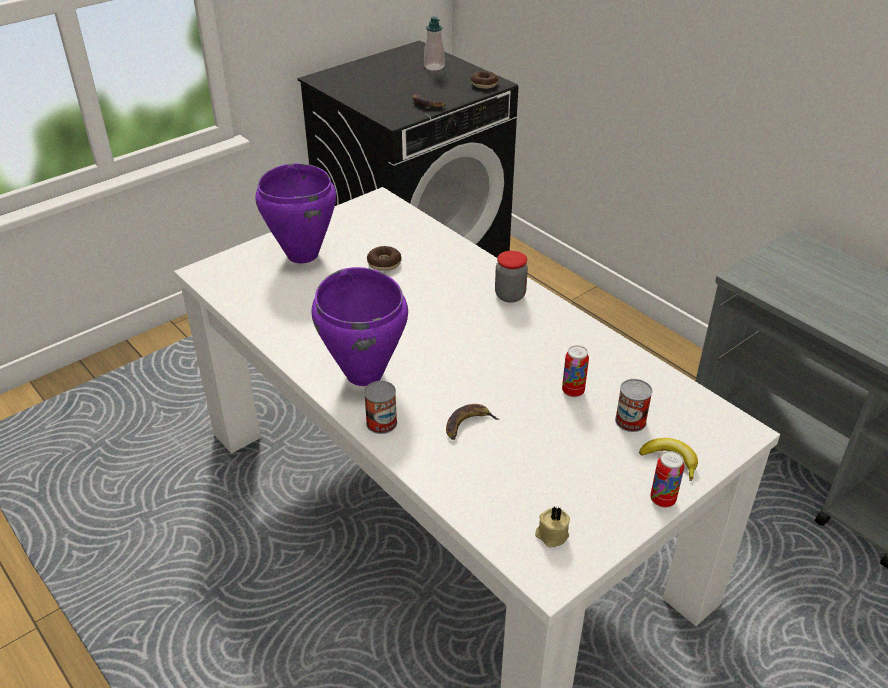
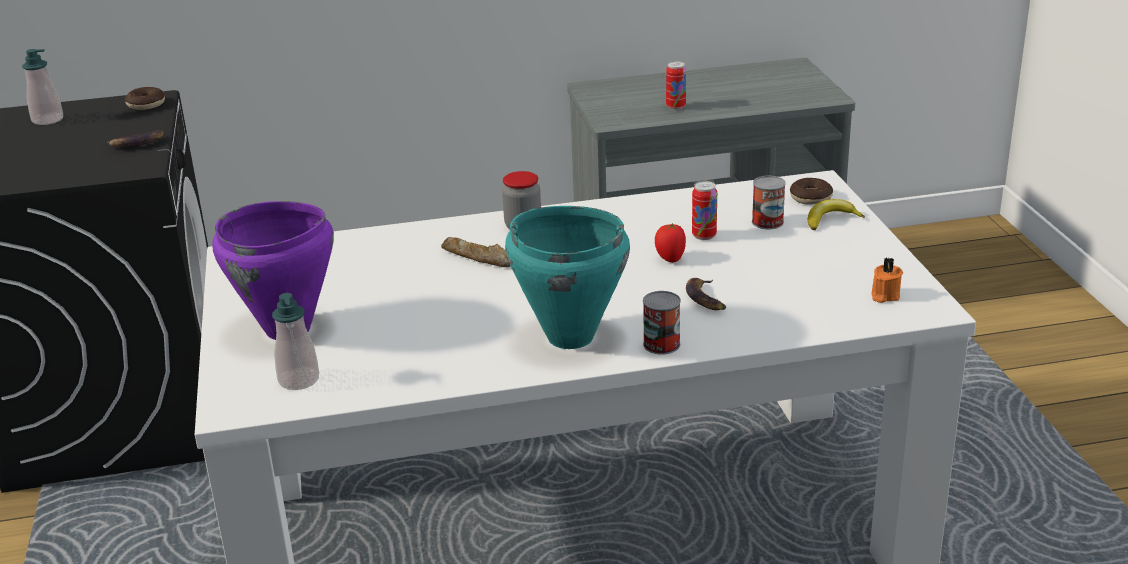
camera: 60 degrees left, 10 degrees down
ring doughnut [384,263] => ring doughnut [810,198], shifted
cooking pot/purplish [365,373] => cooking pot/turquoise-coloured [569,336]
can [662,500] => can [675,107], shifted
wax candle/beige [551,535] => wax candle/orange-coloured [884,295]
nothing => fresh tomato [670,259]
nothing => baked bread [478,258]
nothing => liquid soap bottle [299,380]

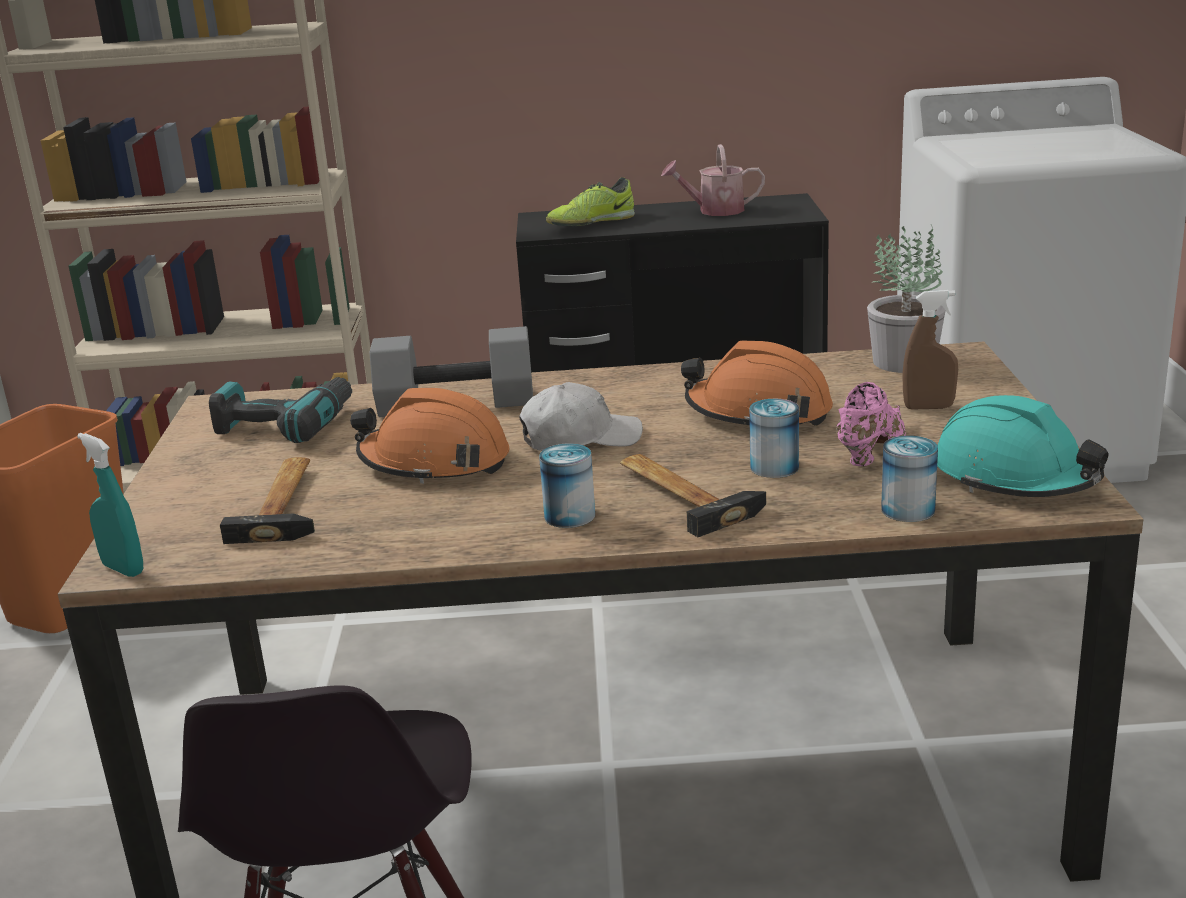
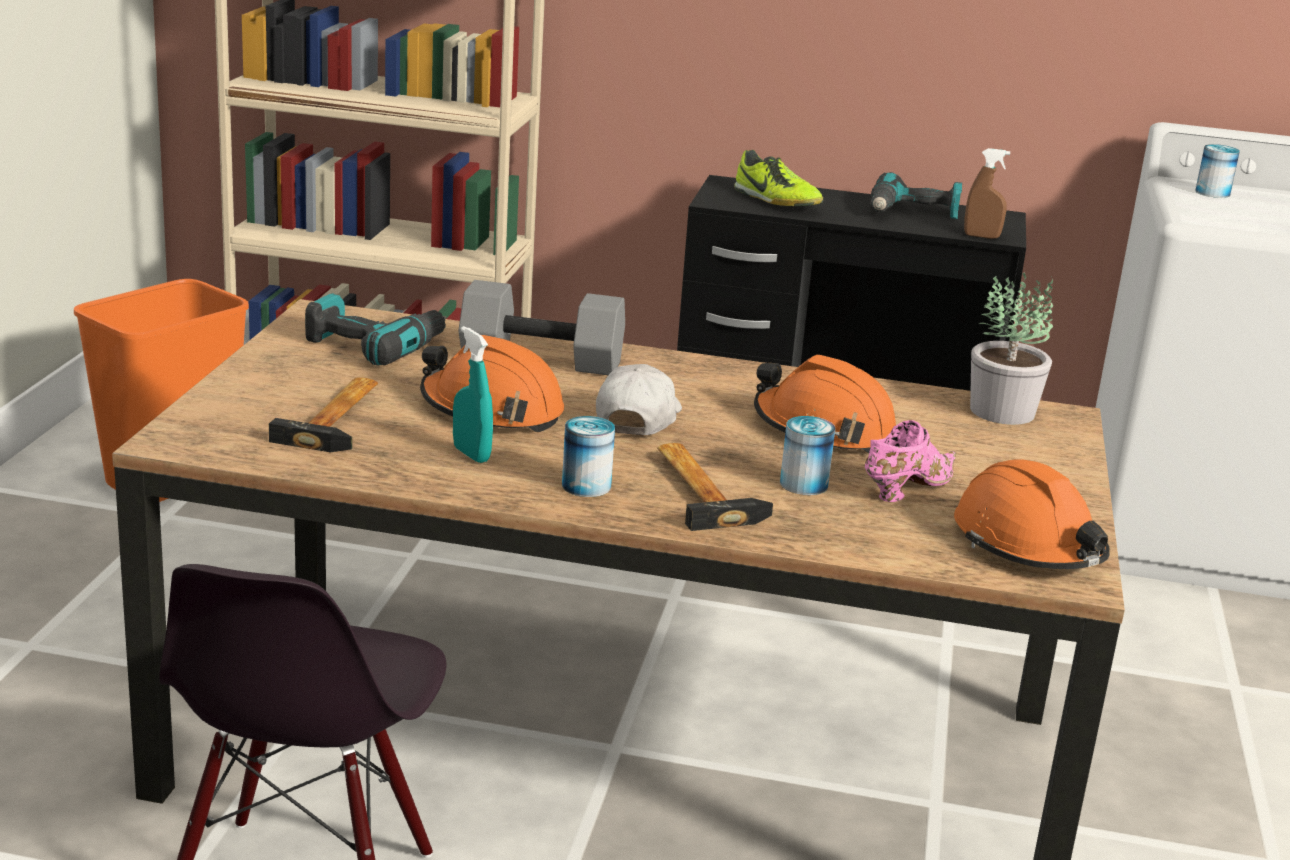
camera: 10 degrees right, 0 degrees up
watering can [714,211] => drill [913,213]
item of footwear [590,223] => item of footwear [776,201], 105 degrees counterclockwise
spray bottle/brown [928,407] => spray bottle/brown [981,236], shifted
baseball cap/white-coloured [580,438] => baseball cap/white-coloured [638,417], 75 degrees counterclockwise
hard hat/turquoise-coloured [1015,477] => hard hat/orange-coloured [1028,545]
spray bottle/turquoise-coloured [123,569] => spray bottle/turquoise-coloured [471,454], shifted
can [908,510] => can [1212,192], shifted

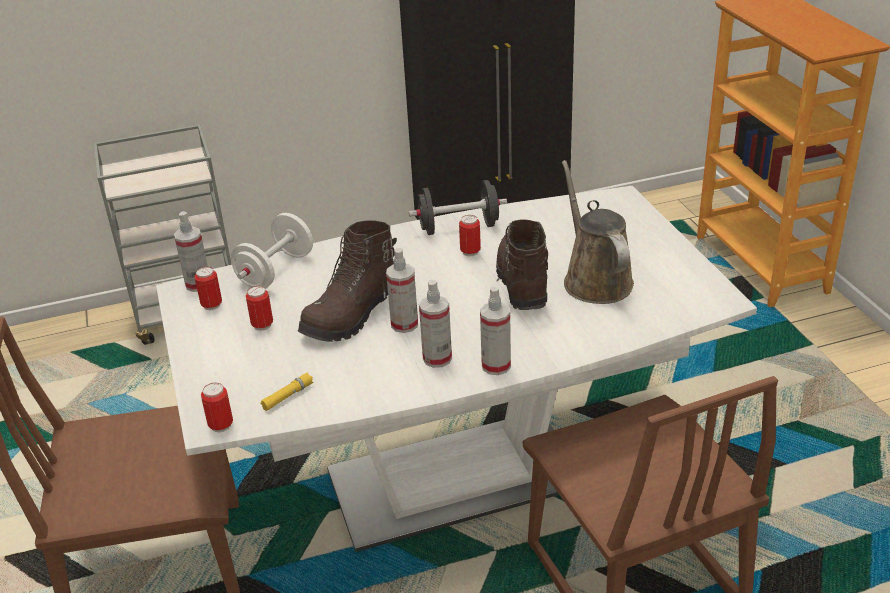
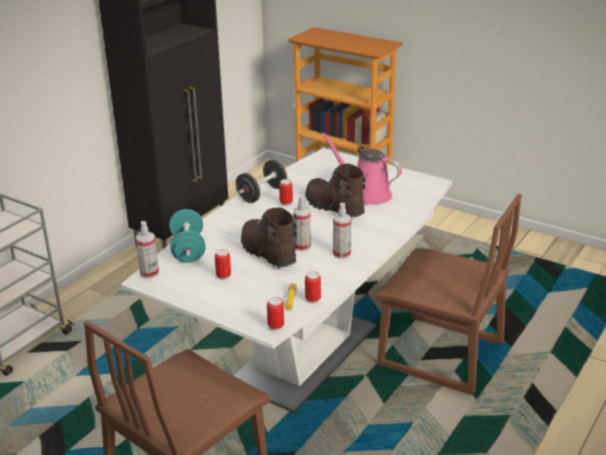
camera: 40 degrees left, 5 degrees down
watering can/brown [594,279] => watering can/pink-coloured [366,194]
free weight/white-coloured [276,271] => free weight/turquoise-coloured [188,250]
high-top boot/brown [352,315] => high-top boot/brown [267,253], 150 degrees clockwise
can [212,305] => can [313,299], shifted
spray bottle [496,366] => nothing

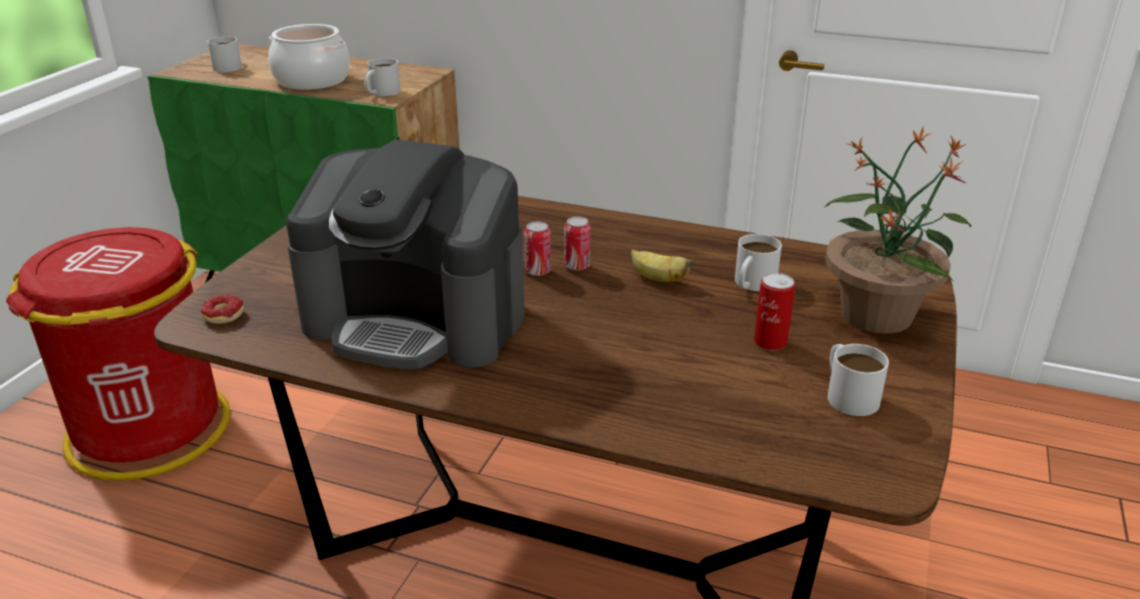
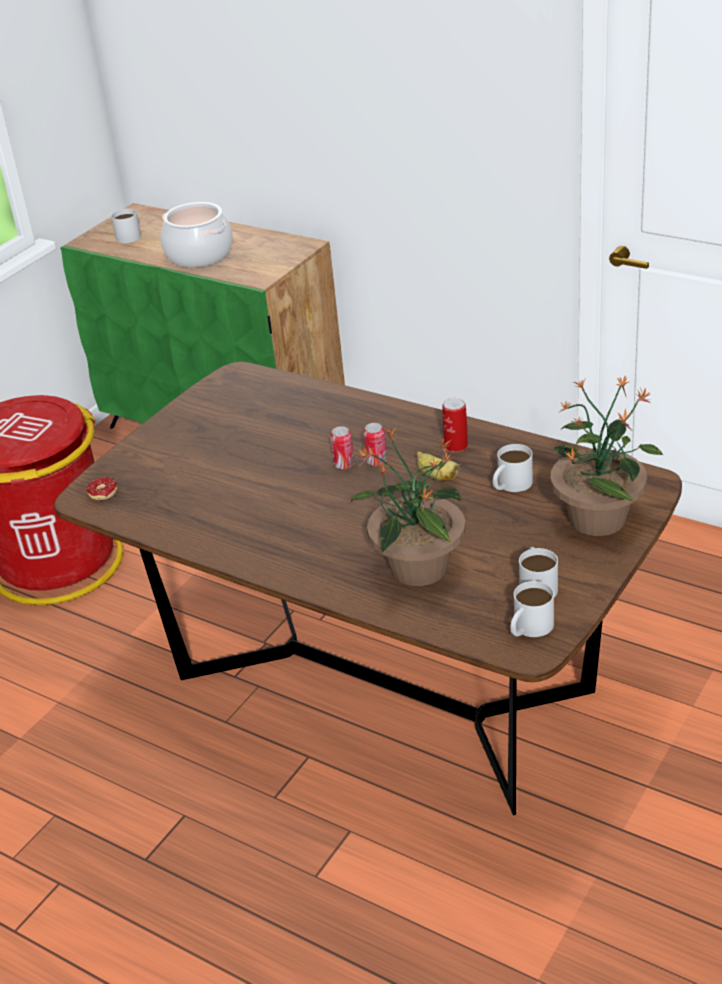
camera: 15 degrees right, 5 degrees up
mug/white-coloured [381,93] => mug/white-coloured [529,628], shifted
coffee maker [417,319] => nothing
can [770,342] => can [456,446], shifted
nothing => houseplant [418,569]

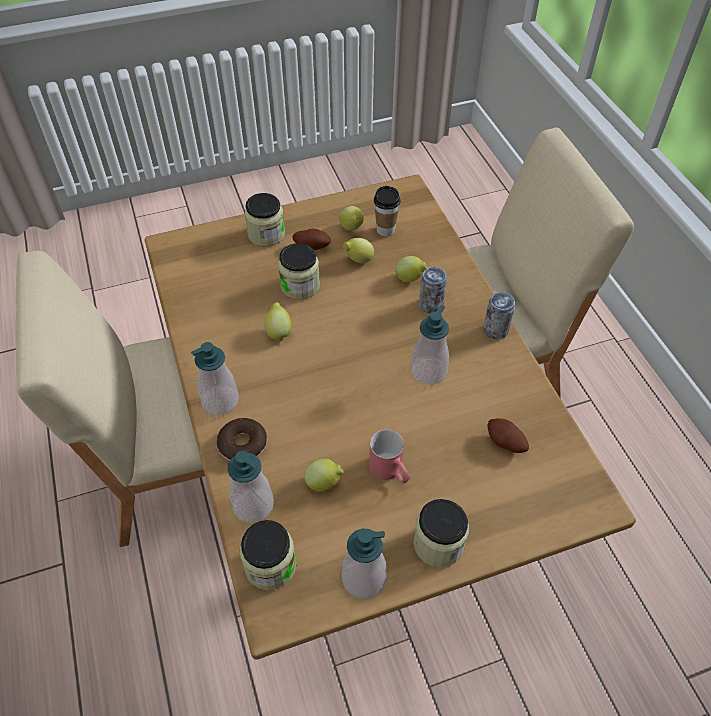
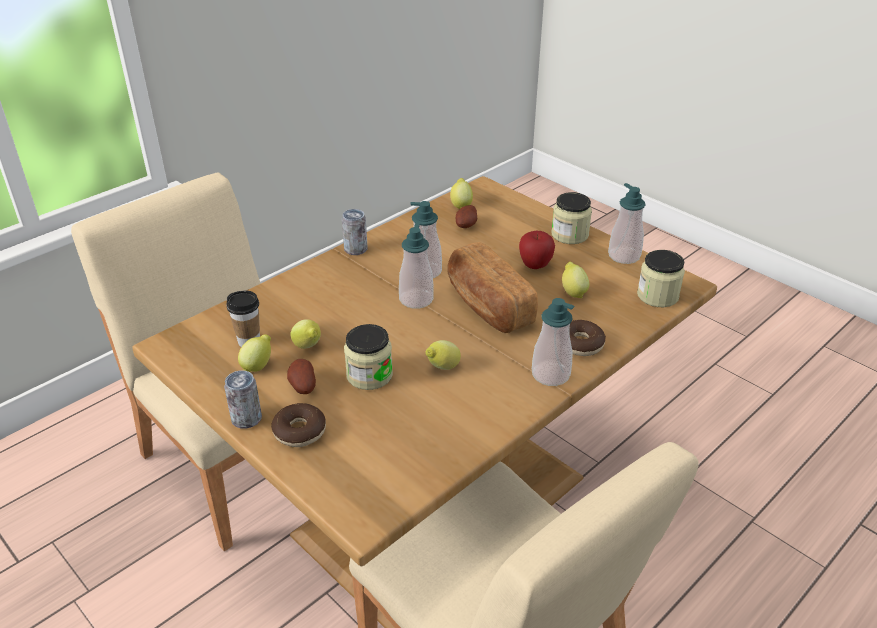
camera: 115 degrees left, 15 degrees down
storage jar [266,234] => ring doughnut [299,431]
citrus fruit [410,279] => citrus fruit [461,205], shifted
can [431,305] => can [246,419], shifted
mug/reddish [390,472] => apple [535,266]
liquid soap bottle [253,505] => liquid soap bottle [416,299], shifted
nothing => baked bread [487,305]

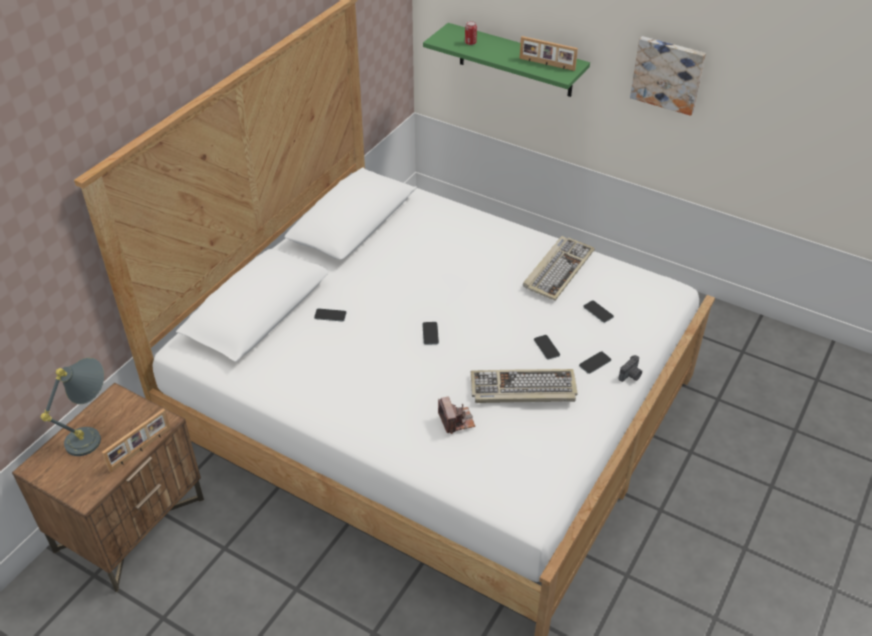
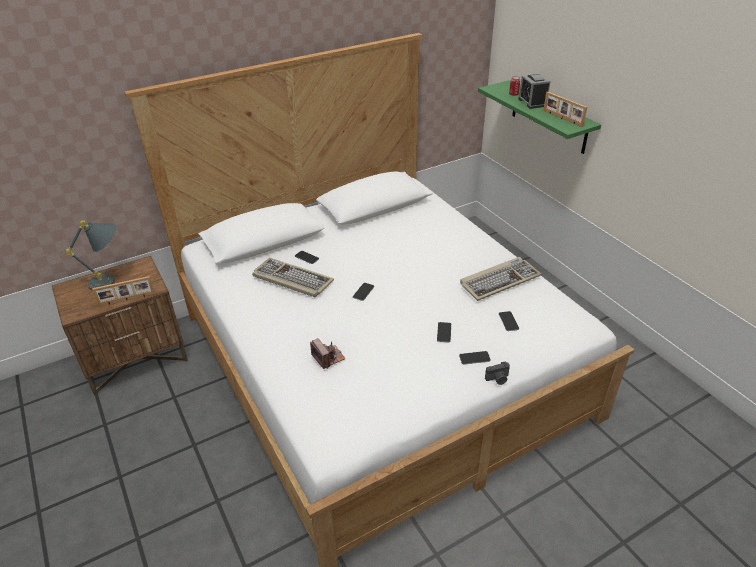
camera: 30 degrees right, 5 degrees down
wall art [668,74] => nothing
computer keyboard [522,389] => computer keyboard [291,280], shifted
still camera [456,420] => still camera [328,357], 45 degrees counterclockwise
nothing => table clock [532,102]

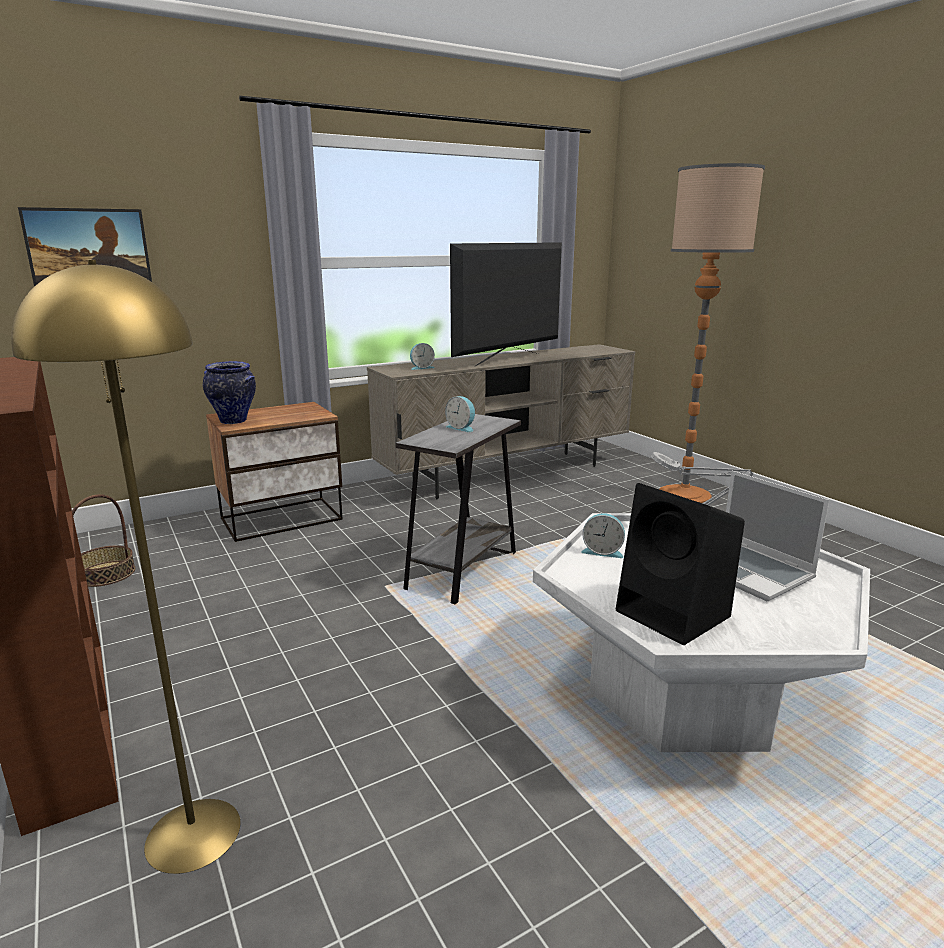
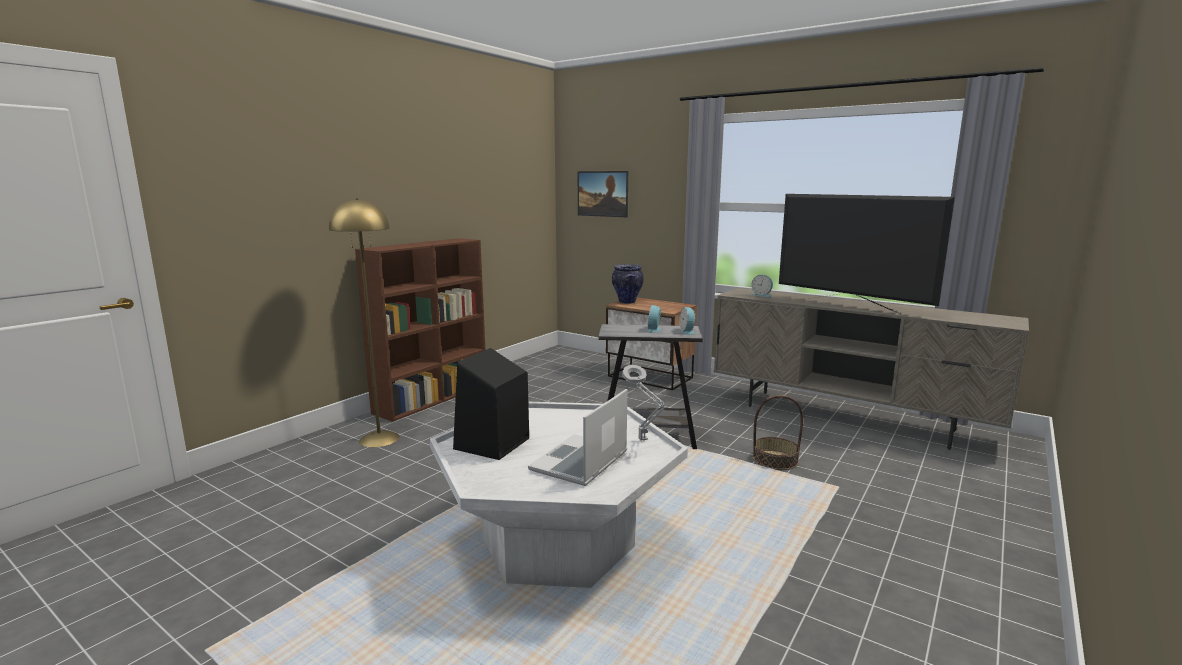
camera: 65 degrees right, 5 degrees down
standing lamp [684,495] => nothing
TV set [509,360] => TV set [850,306], 150 degrees counterclockwise
storage basket [106,574] => storage basket [775,460], shifted
table clock [602,551] => table clock [687,331], shifted

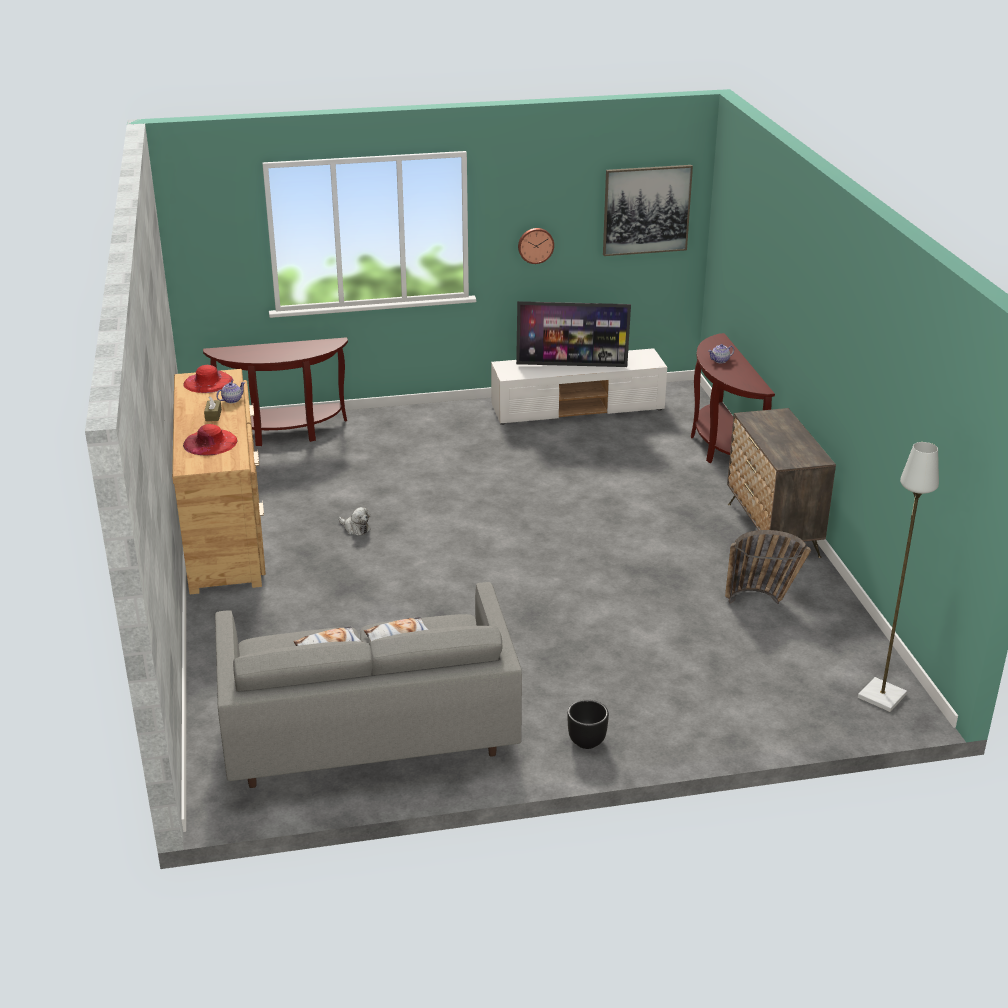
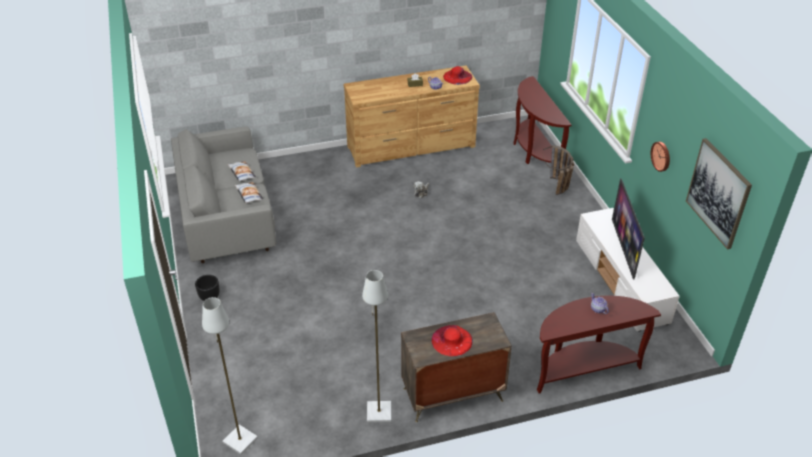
camera: 85 degrees right, 10 degrees up
hat/reddish [210,442] => hat/reddish [452,340], shifted
storage basket [763,599] => storage basket [558,190], shifted
nothing => standing lamp/gray [378,413]

